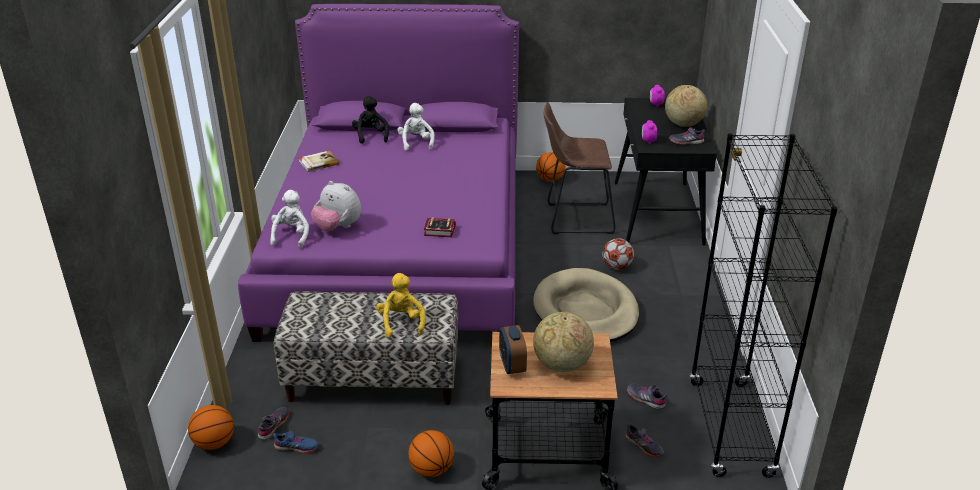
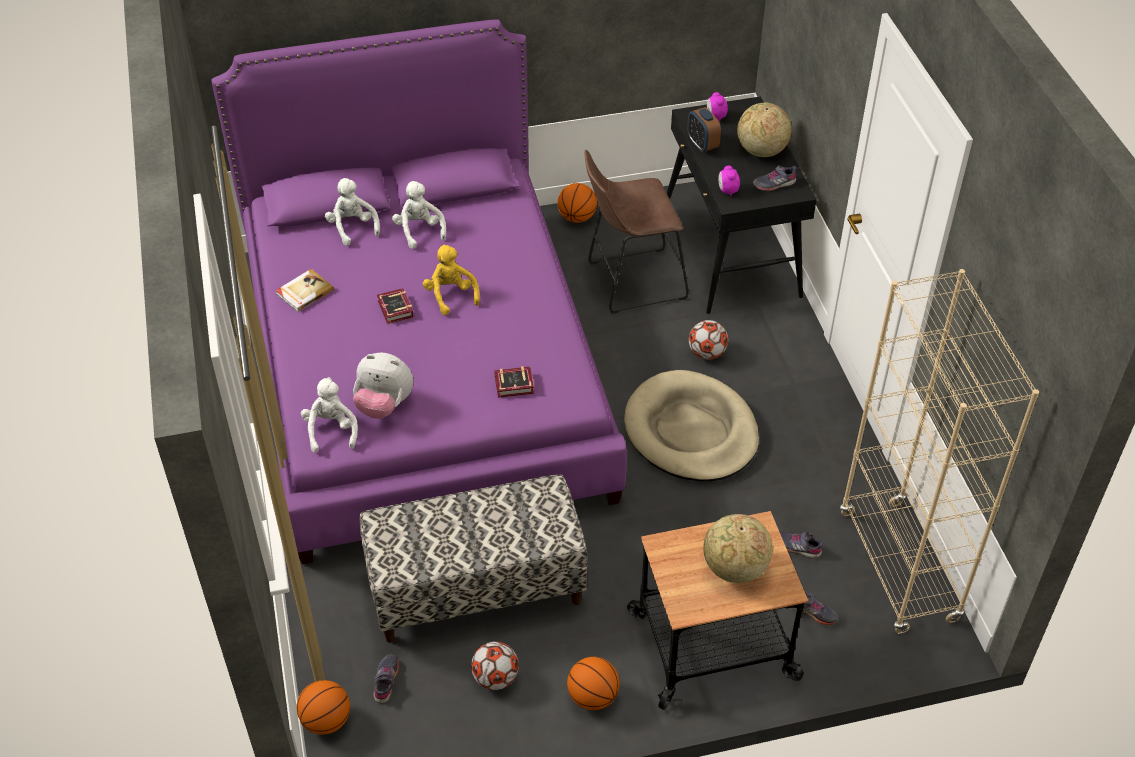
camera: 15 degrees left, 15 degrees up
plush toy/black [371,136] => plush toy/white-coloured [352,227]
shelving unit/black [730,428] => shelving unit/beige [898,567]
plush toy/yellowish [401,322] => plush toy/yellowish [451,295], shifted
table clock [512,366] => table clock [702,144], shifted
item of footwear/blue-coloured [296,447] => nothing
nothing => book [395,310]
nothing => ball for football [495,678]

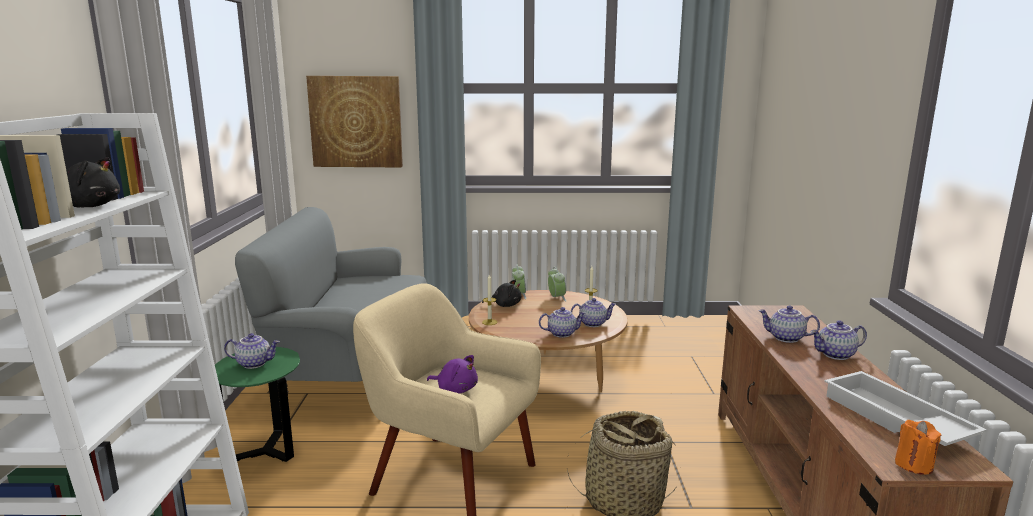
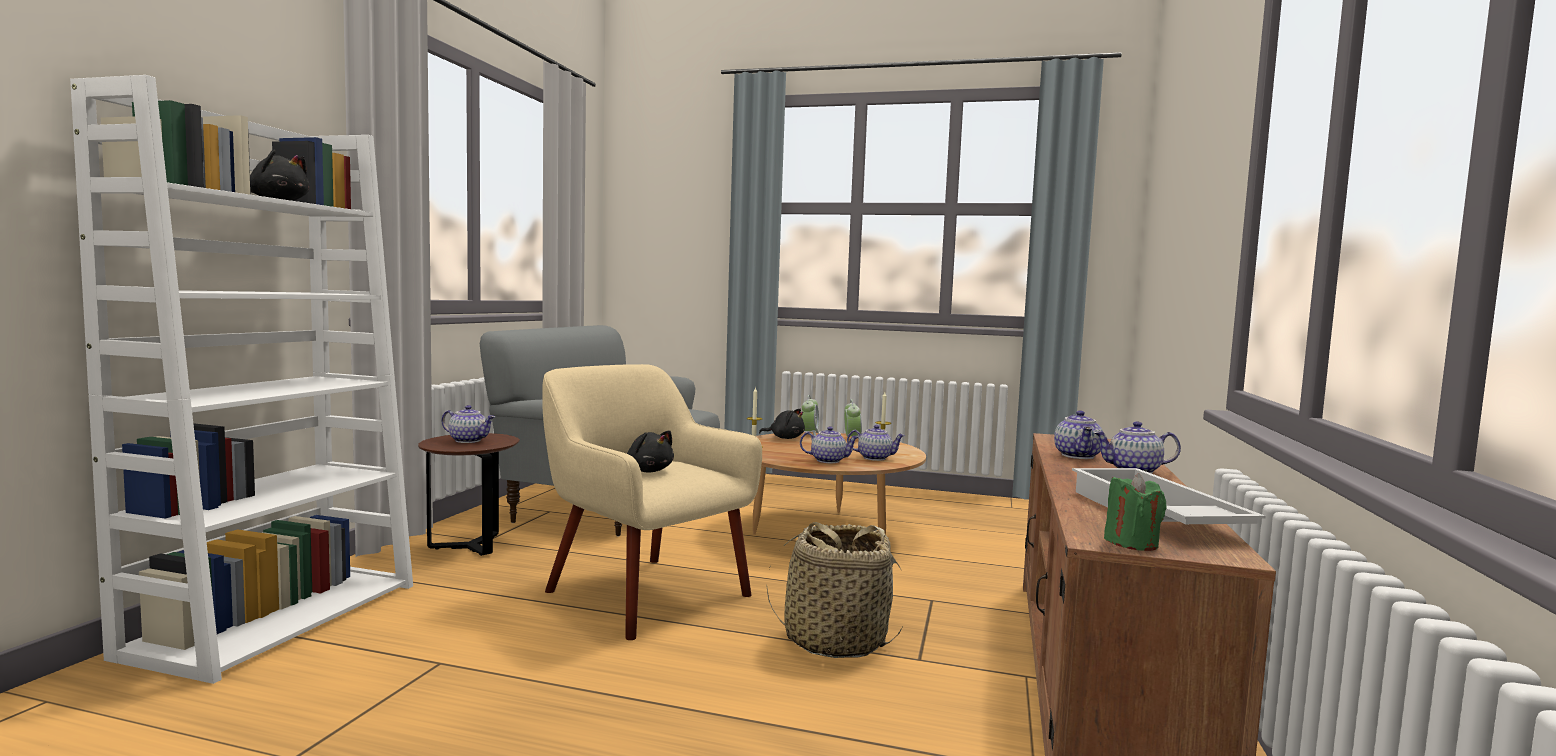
camera: 15 degrees right, 10 degrees down
wall art [356,122] => nothing
teapot [785,338] => teapot [1079,456], 120 degrees counterclockwise
side table/green-coloured [266,451] => side table/brown [470,546]
plush toy/purplish [455,389] => plush toy/black [647,471]
wax candle/orange-coloured [913,465] => wax candle/green-coloured [1131,543]

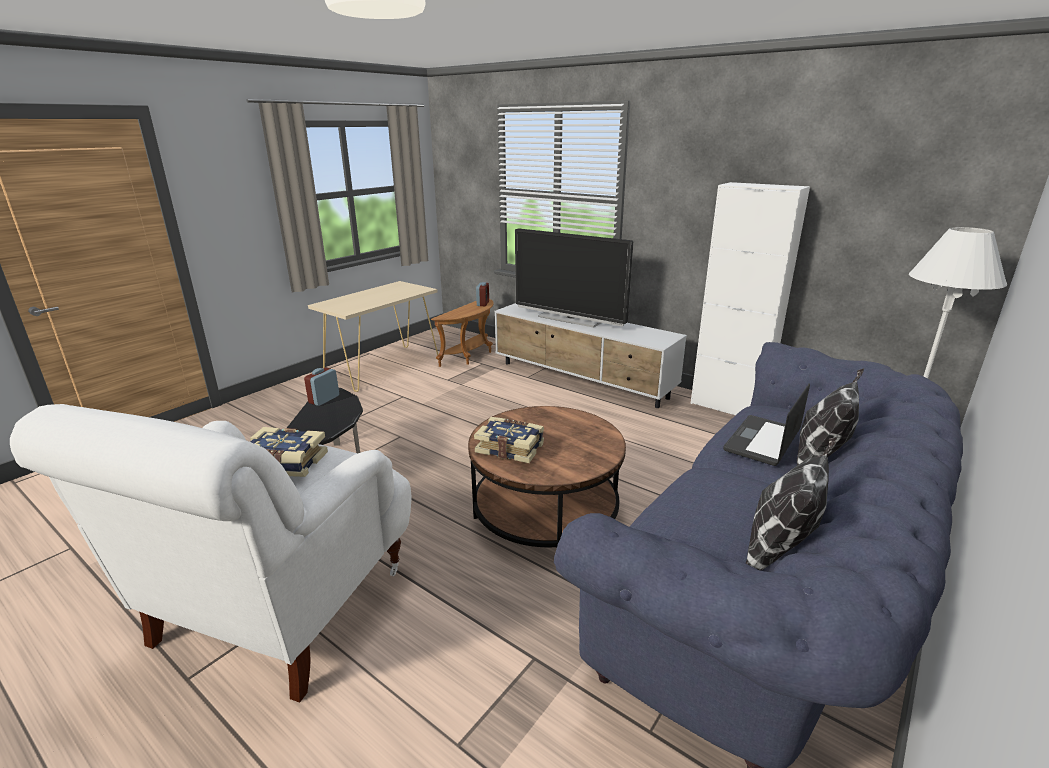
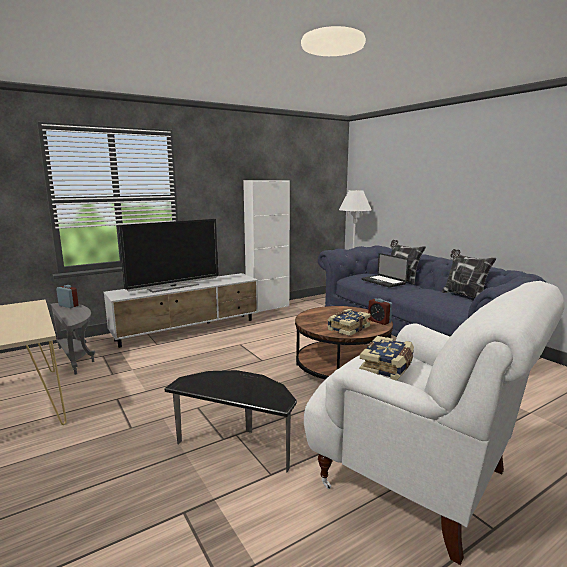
camera: 70 degrees left, 10 degrees down
side table/brown [470,356] => side table/gray [77,358]
table clock [324,399] => table clock [379,321], shifted

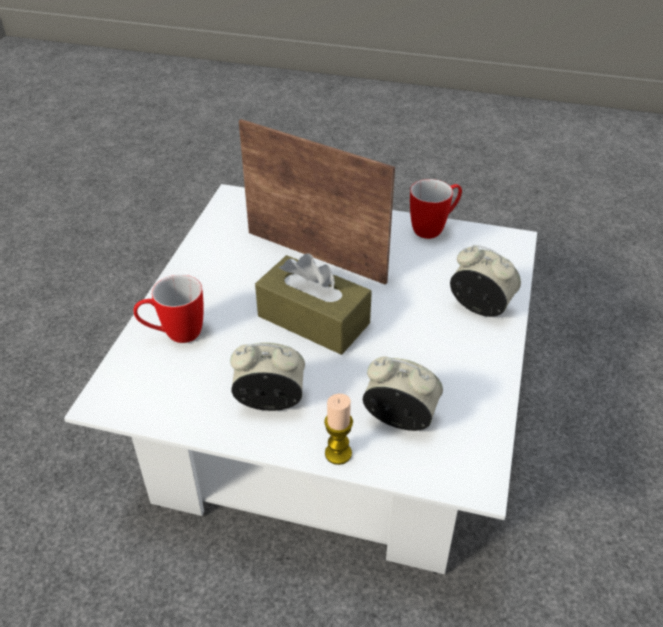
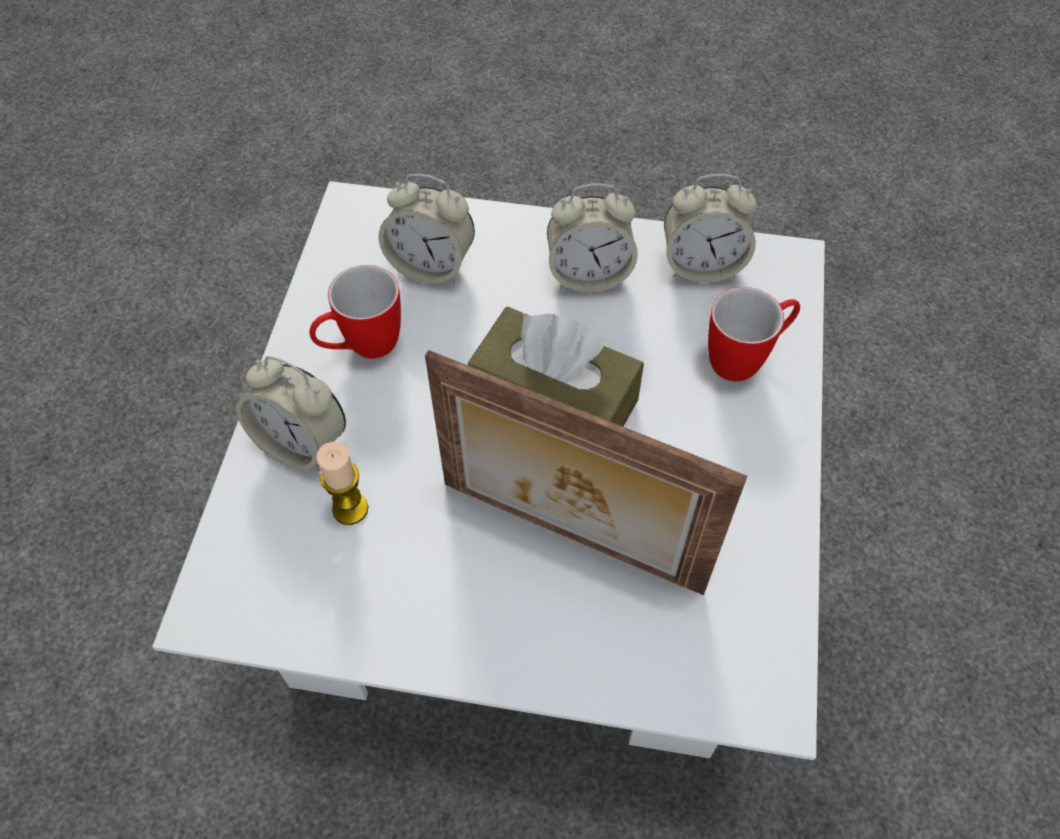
camera: 175 degrees right, 15 degrees up
mug [434,228] => mug [362,348], shifted
wax candle [338,453] => wax candle [350,509], shifted
nothing => table clock [702,265]

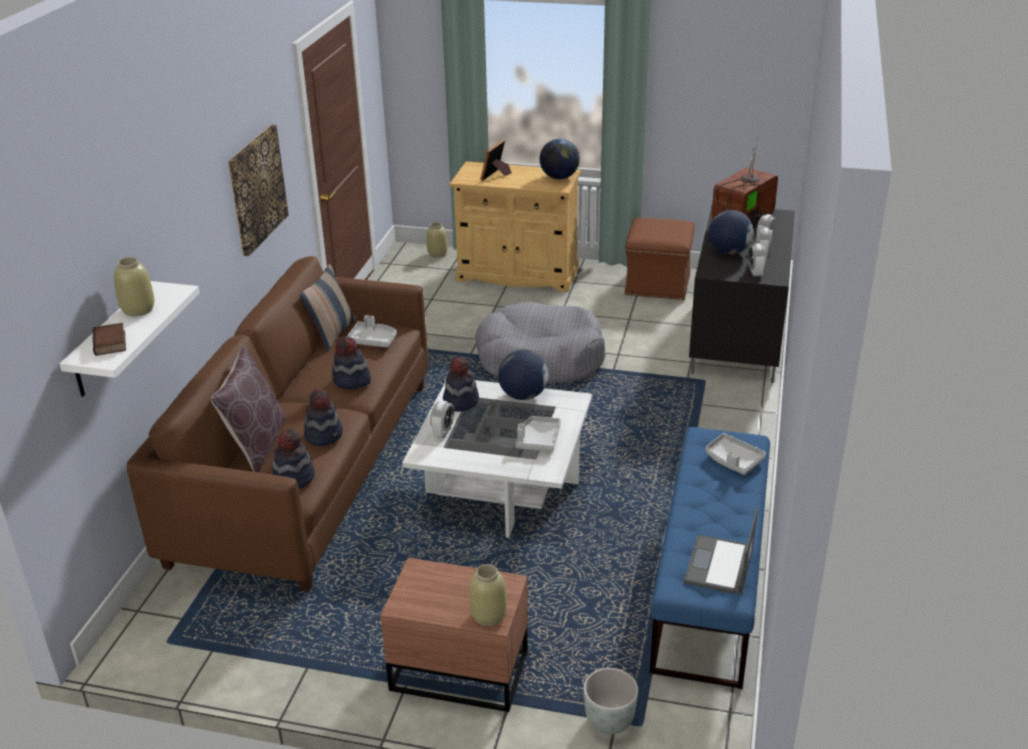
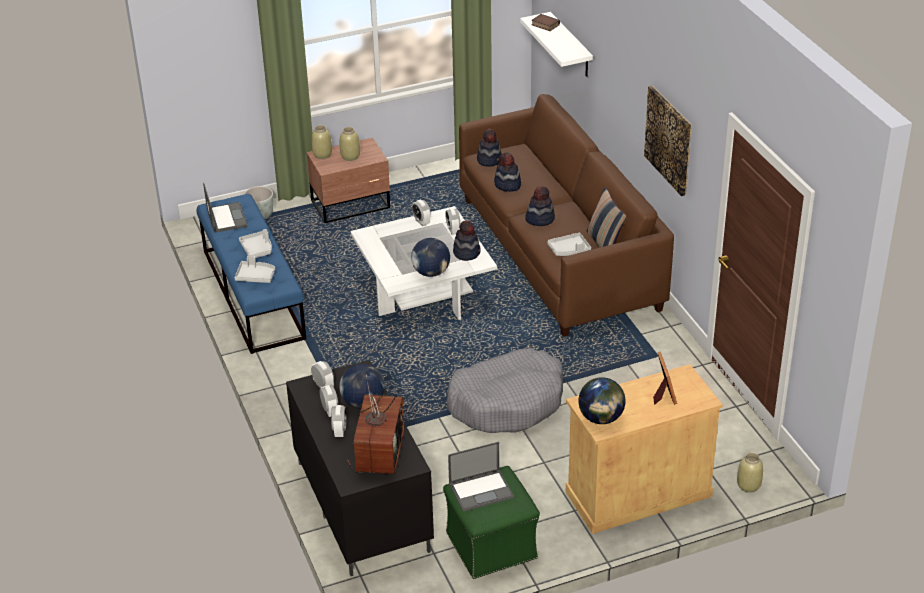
camera: 145 degrees right, 5 degrees up
footrest/brown [657,283] => footrest/green-coloured [491,546]
flower vase/beige [138,310] => flower vase/beige [350,156], shifted
cushion/brown [256,444] => nothing
carrying tray/gray [538,440] => carrying tray/gray [257,249], shifted
nothing => table clock [421,222]
nothing => notebook computer [481,490]

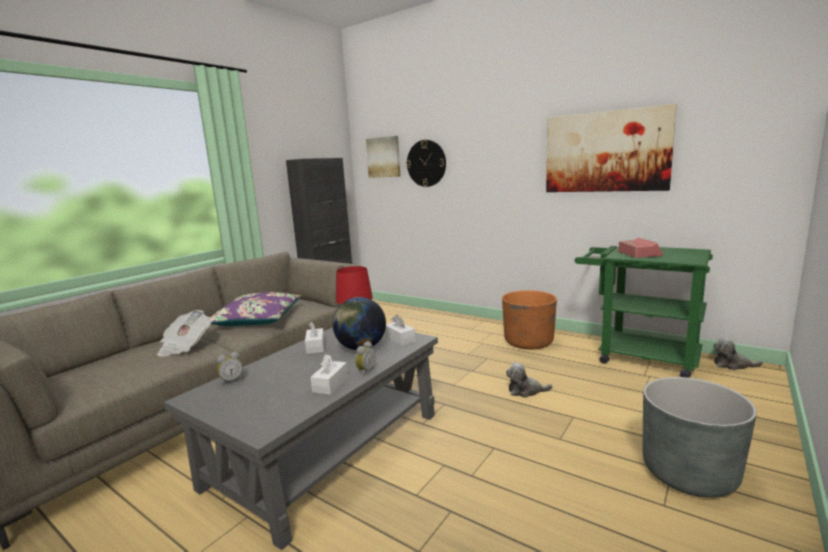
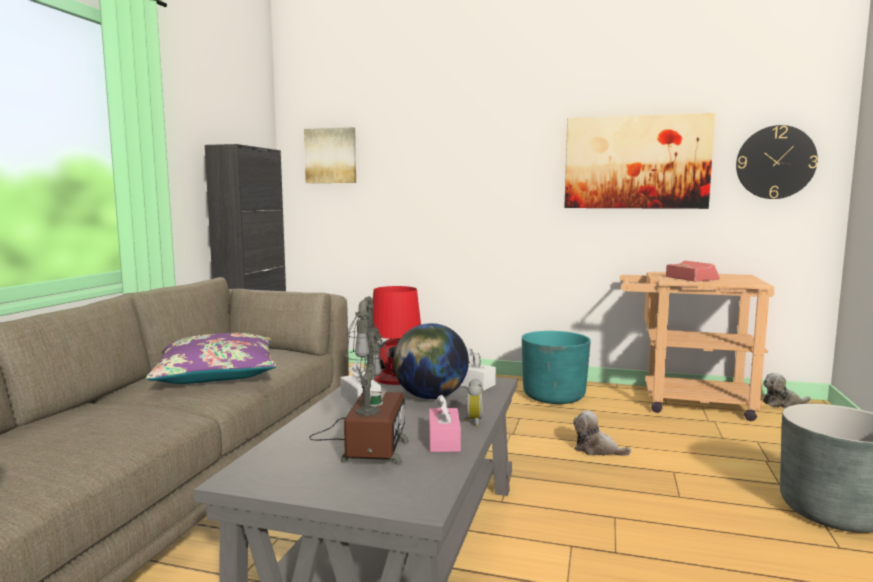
camera: 20 degrees left, 5 degrees down
wall clock [426,163] => wall clock [775,162], shifted
wheeled cart/green-coloured [637,356] => wheeled cart/beige [685,402]
planter/orange-coloured [528,342] => planter/turquoise-coloured [554,396]
newspaper [185,346] => nothing
table clock [231,381] => nothing
tissue holder/white-coloured [330,384] => tissue holder/pink-coloured [444,440]
plush toy [525,391] => plush toy [597,450], 45 degrees clockwise
nothing => lamp for a table [369,446]

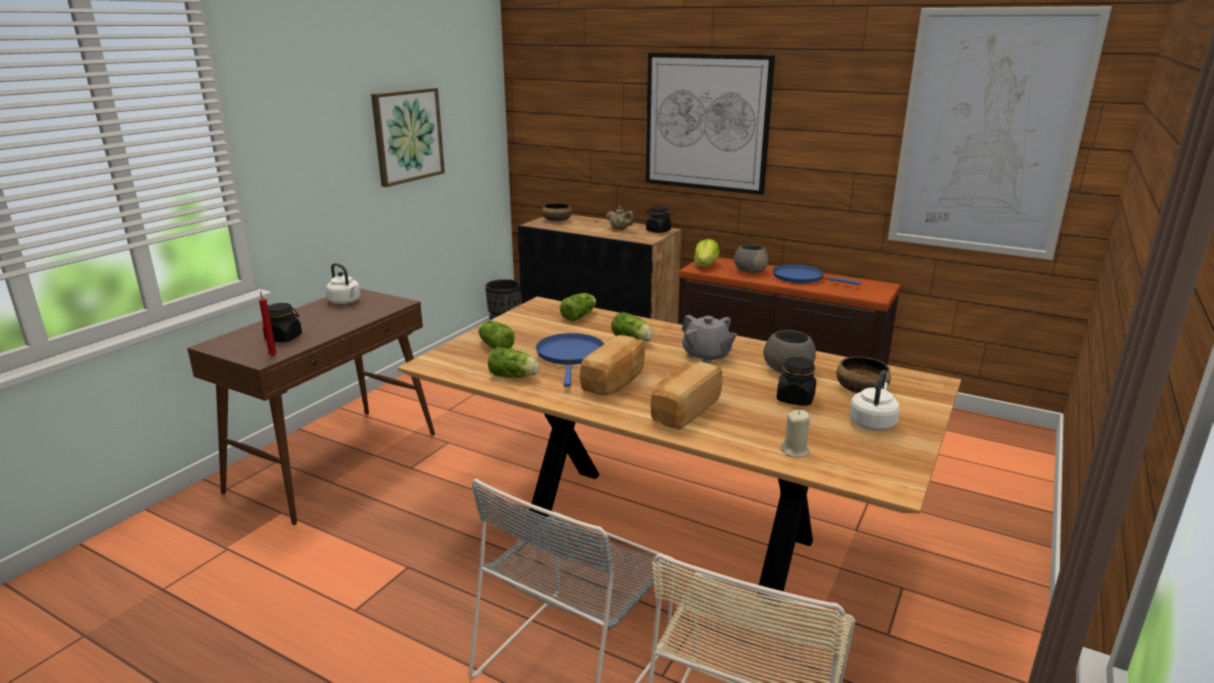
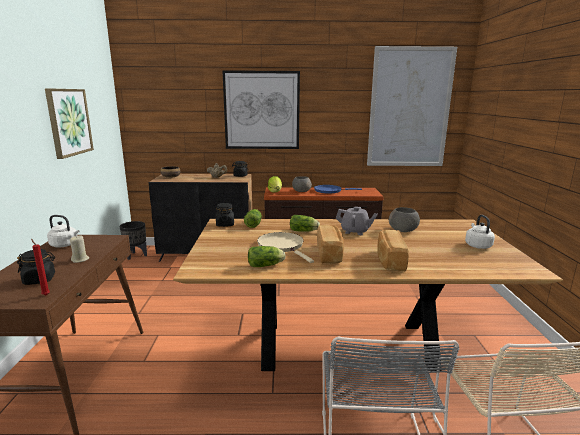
camera: 30 degrees left, 5 degrees down
head of lettuce [495,346] => nothing
frying pan/blue-coloured [570,356] => frying pan/beige [282,246]
storage jar/black [795,399] => storage jar/black [225,224], shifted
deep dish [860,389] => nothing
wax candle/beige [795,451] => wax candle/beige [80,260], shifted

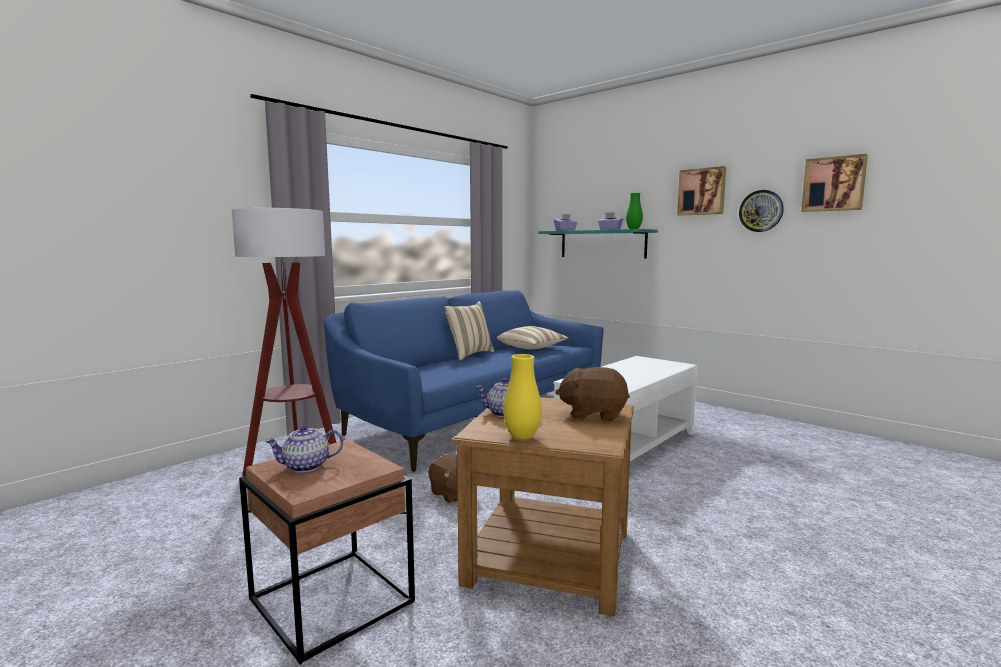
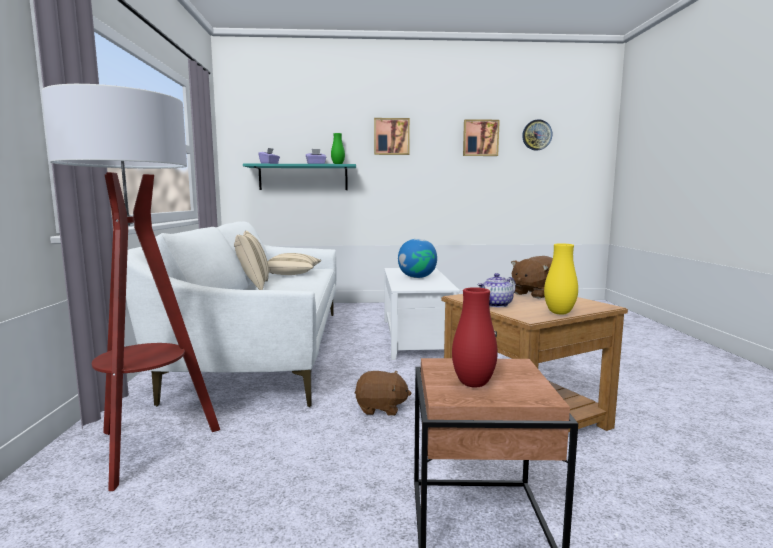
camera: 45 degrees left, 0 degrees up
wall clock [761,211] => wall clock [537,135], shifted
couch/blue-coloured [476,416] => couch/white-coloured [263,349]
teapot [305,466] => flower vase/reddish [473,384]
nothing => desk globe [417,277]

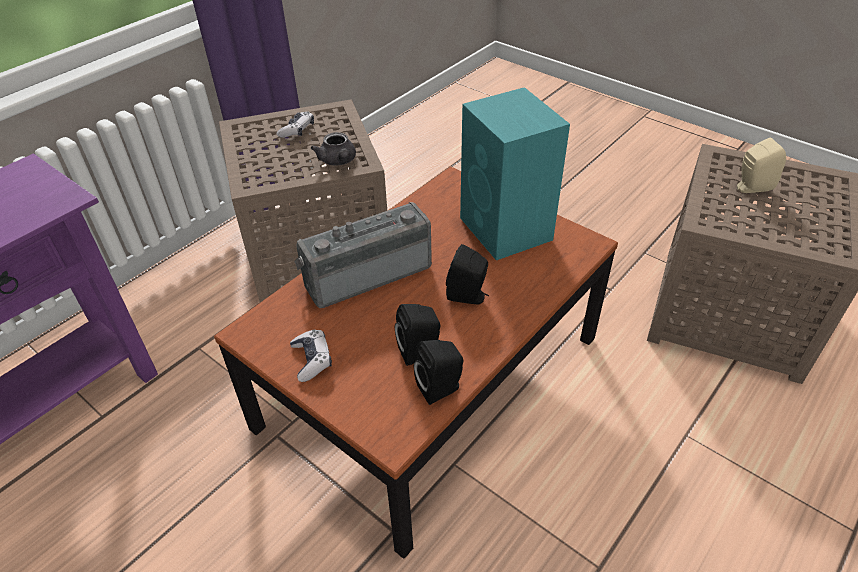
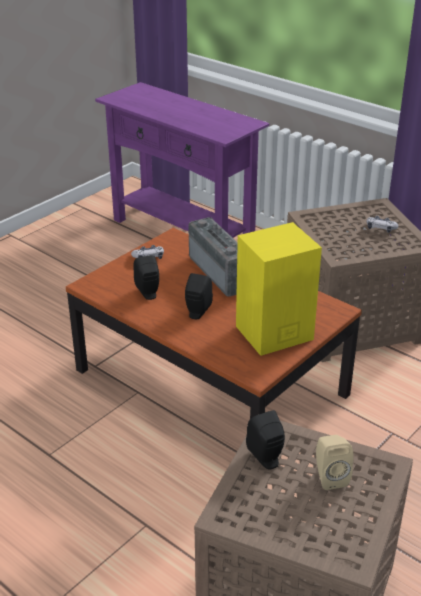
camera: 90 degrees right, 10 degrees down
speaker/turquoise-coloured [507,230] => speaker/yellowish [272,333]
teapot/gray [338,161] => nothing
speaker/black [441,388] => speaker/black [266,459], shifted

